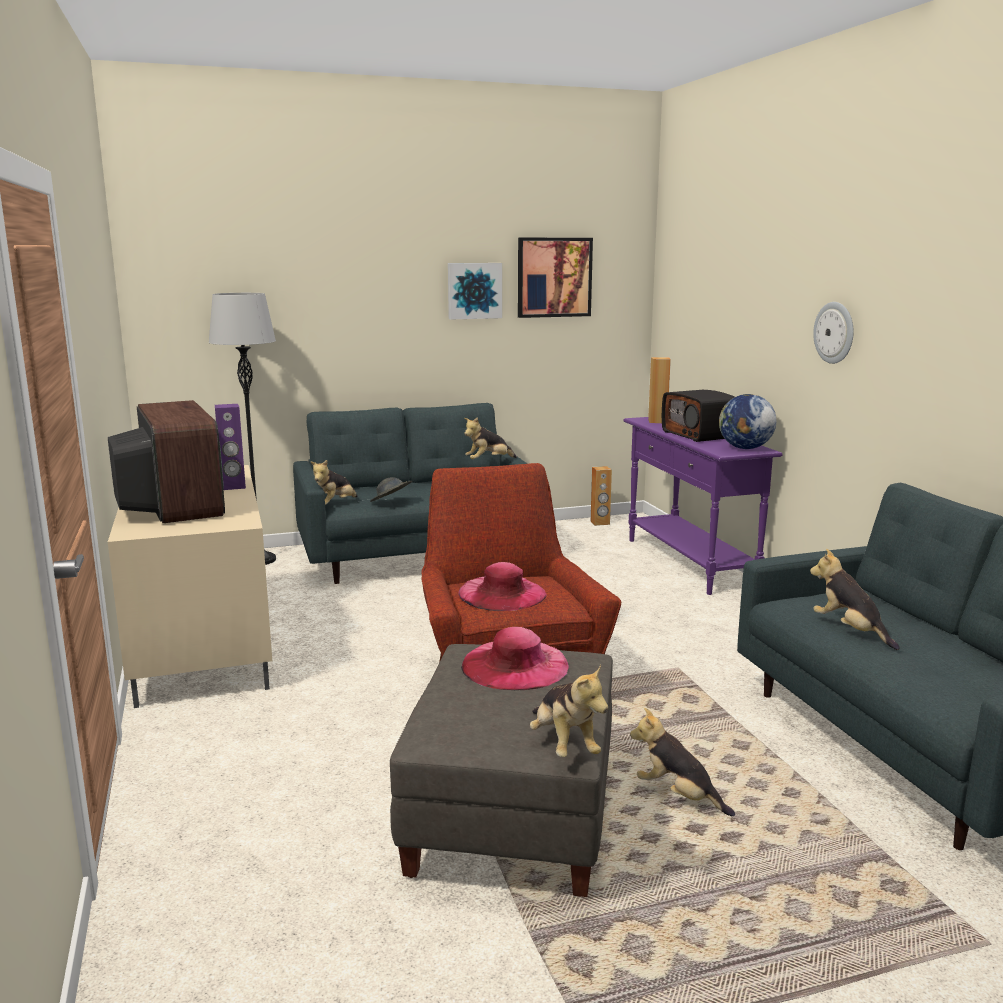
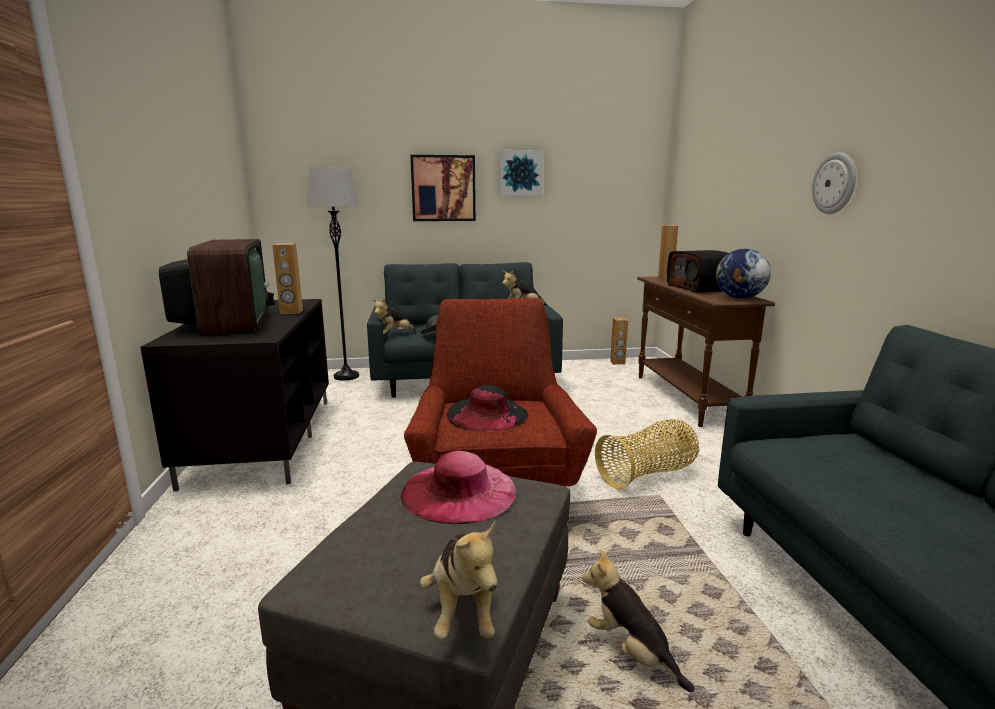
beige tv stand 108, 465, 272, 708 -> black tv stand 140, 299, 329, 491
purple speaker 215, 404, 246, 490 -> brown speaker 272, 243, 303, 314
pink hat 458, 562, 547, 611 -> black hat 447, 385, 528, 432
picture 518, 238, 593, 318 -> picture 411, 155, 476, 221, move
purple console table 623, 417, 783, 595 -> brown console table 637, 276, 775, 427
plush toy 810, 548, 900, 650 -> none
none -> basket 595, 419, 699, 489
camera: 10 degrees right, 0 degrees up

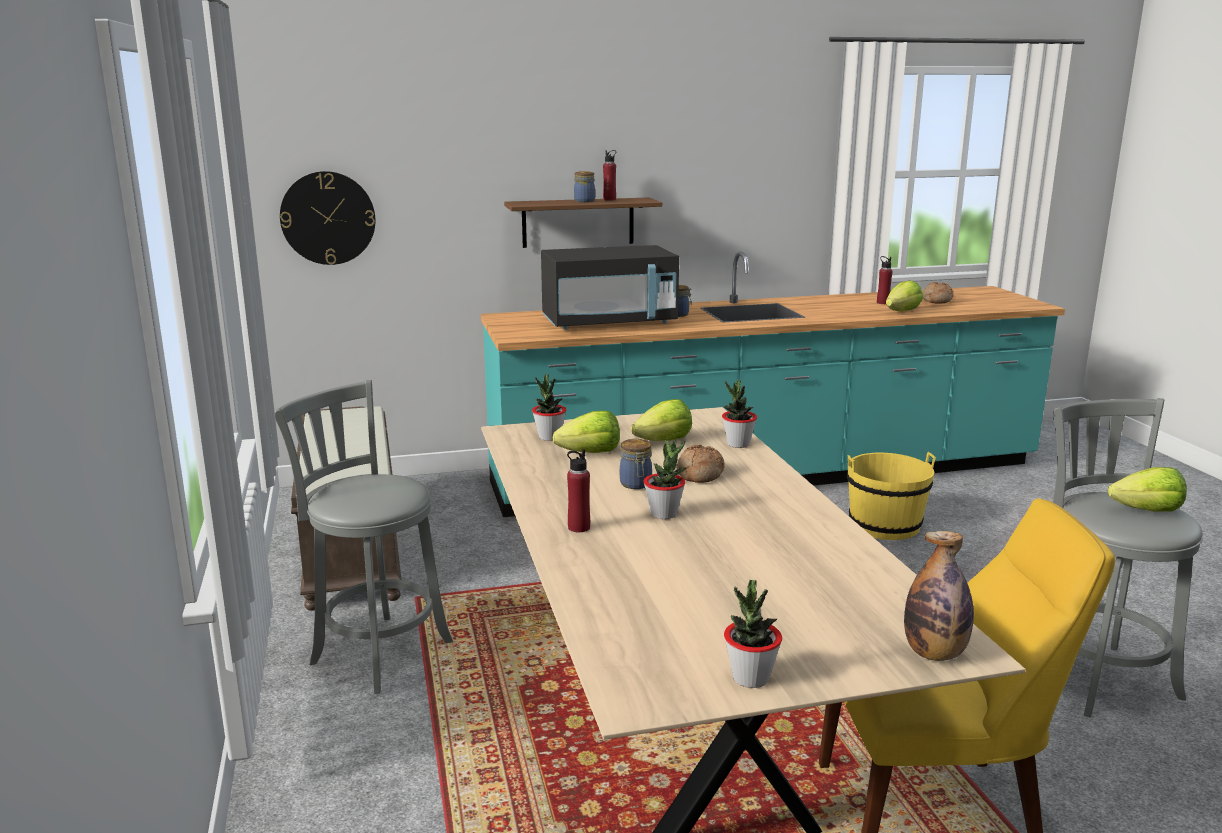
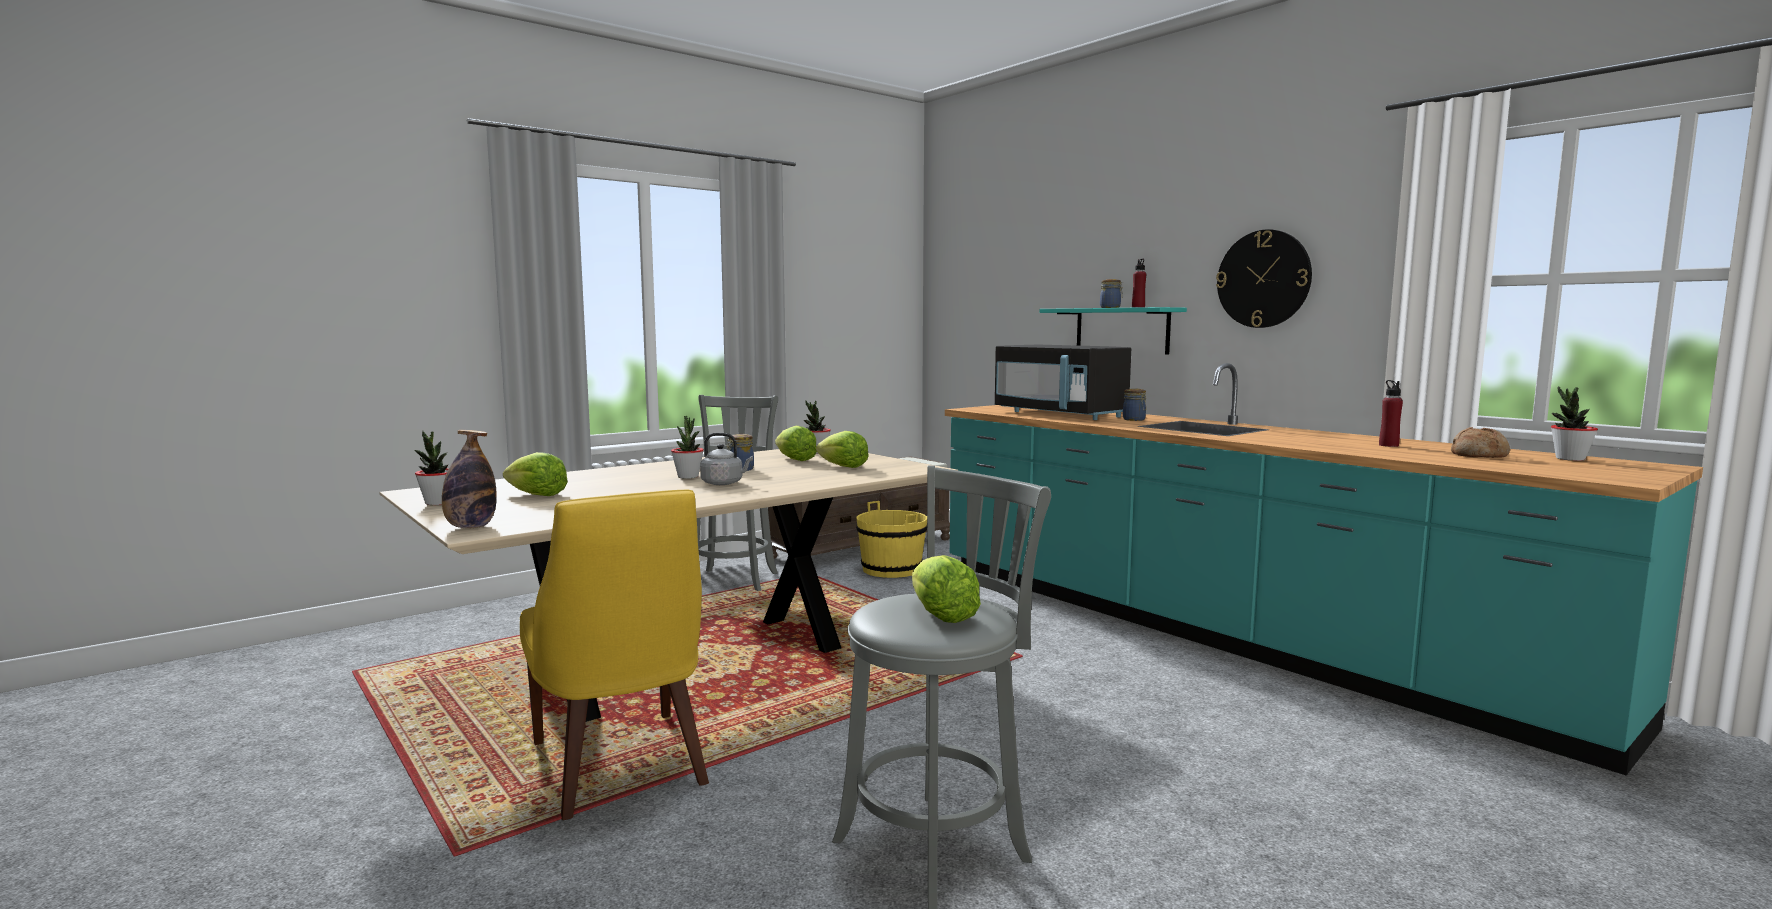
wall clock 280, 171, 375, 265 -> wall clock 1216, 229, 1312, 328, move
brown shelf 504, 197, 662, 248 -> turquoise shelf 1039, 307, 1187, 355
red bottle 567, 449, 590, 532 -> none
bread 677, 445, 725, 483 -> none
potted plant 722, 380, 757, 448 -> potted plant 1551, 386, 1598, 461, move
yellow bucket 847, 452, 936, 540 -> yellow bucket 856, 501, 927, 578, move
lettuce 886, 280, 923, 311 -> lettuce 503, 452, 568, 496, move
none -> grey kettle 700, 433, 753, 485
camera: 65 degrees right, 10 degrees down

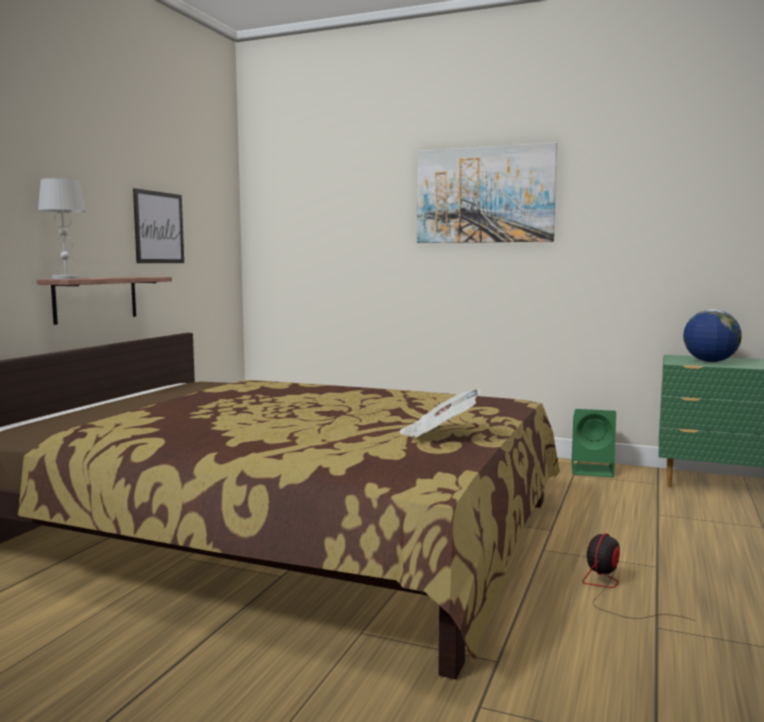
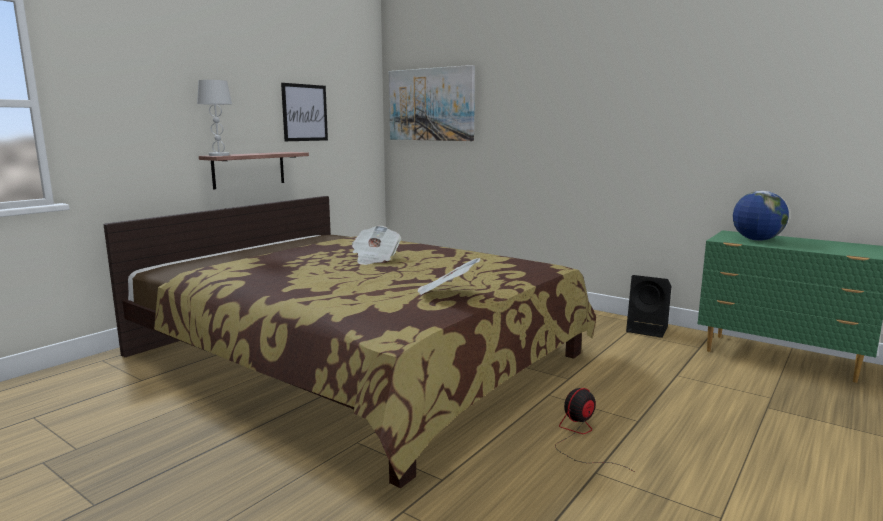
picture 417, 142, 557, 243 -> picture 389, 65, 475, 141, move
green speaker 572, 409, 616, 477 -> black speaker 626, 275, 671, 338
none -> newspaper 351, 226, 402, 265
camera: 15 degrees right, 5 degrees up

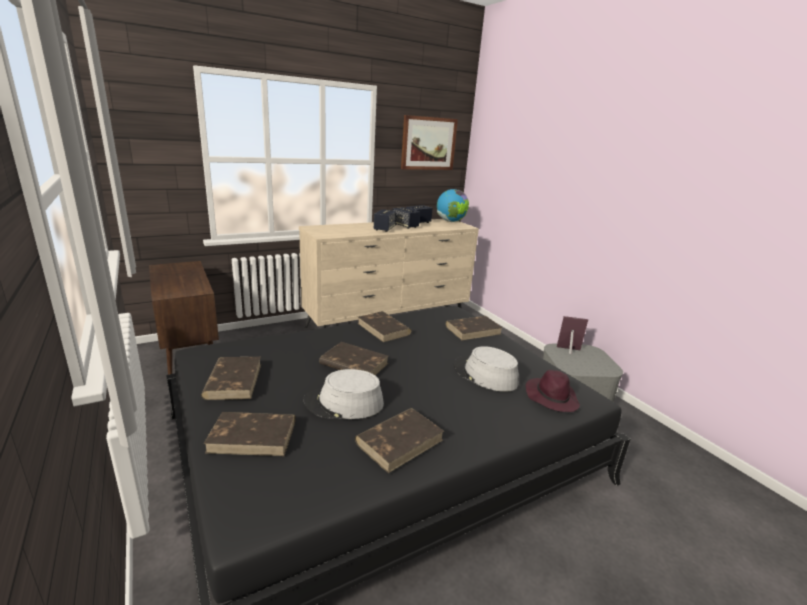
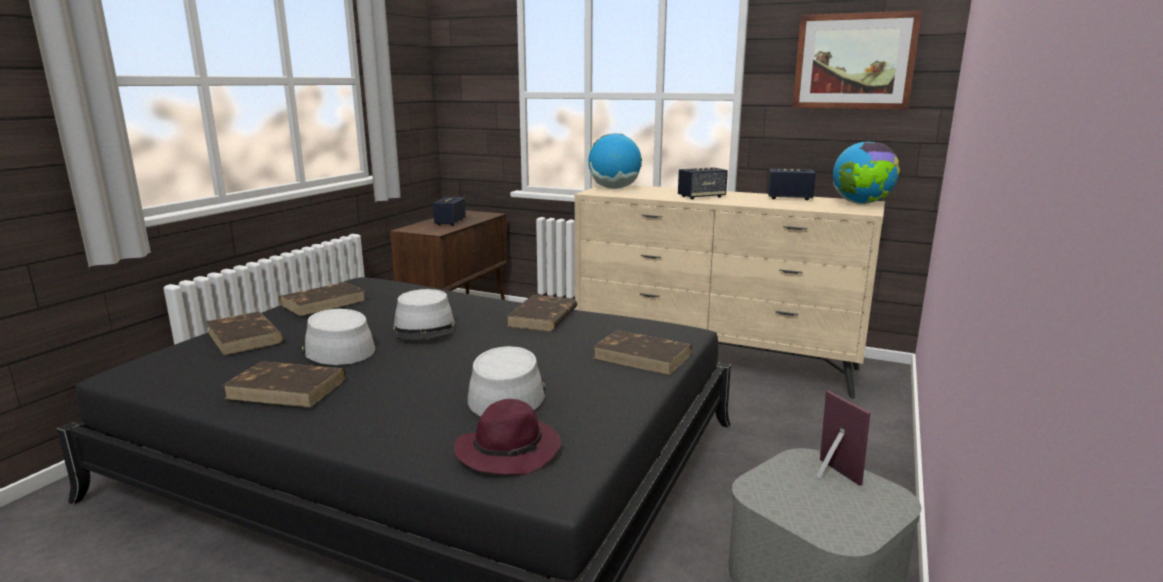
brown book 319, 342, 388, 376 -> grey hat 394, 289, 455, 340
speaker 392, 207, 420, 229 -> speaker 433, 197, 466, 226, move
none -> globe 588, 134, 642, 189
camera: 55 degrees right, 5 degrees down

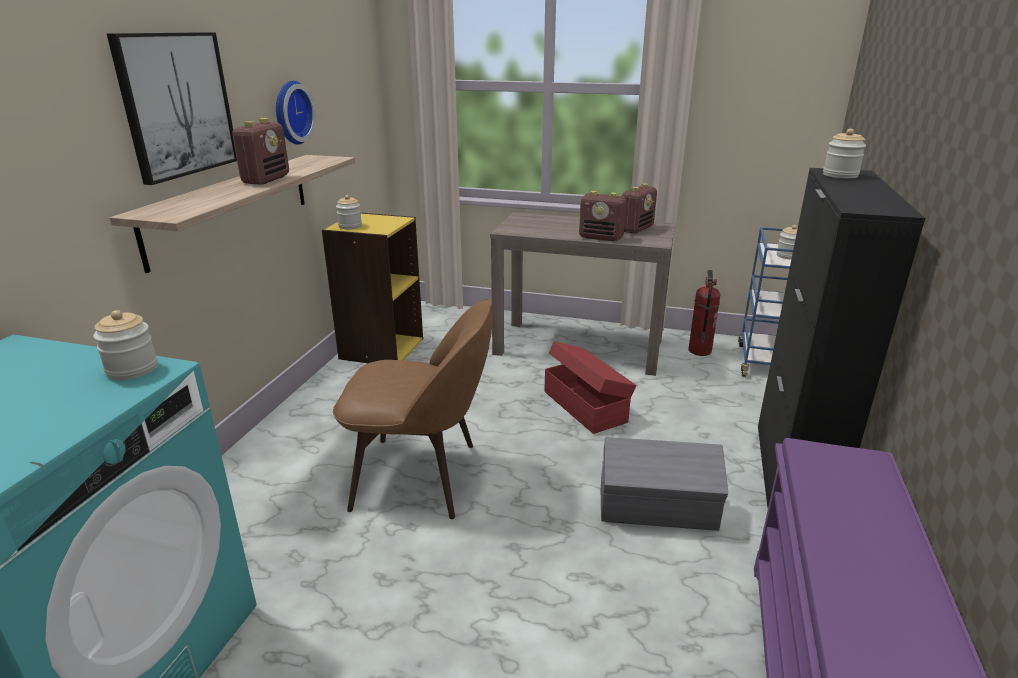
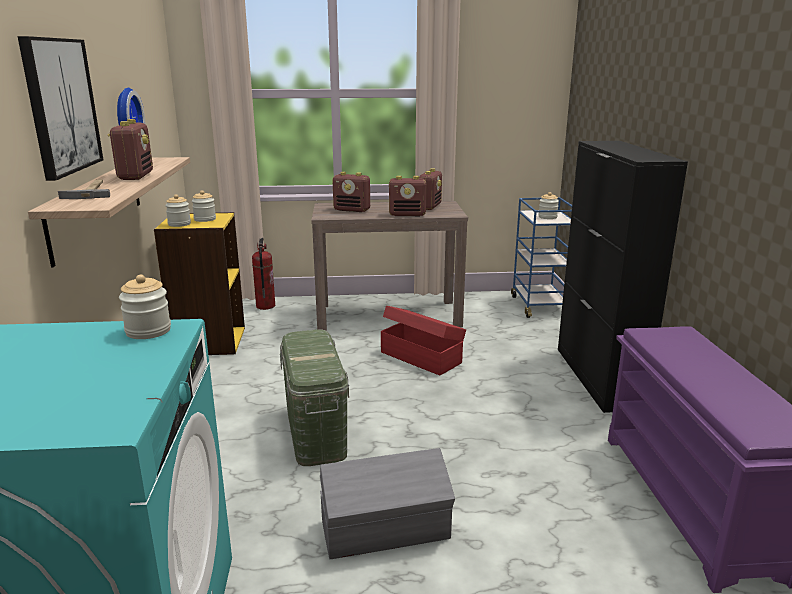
brown chair 333, 299, 493, 519 -> green storage box 280, 329, 349, 466
grey storage box 601, 437, 728, 531 -> grey storage box 320, 448, 455, 559, move
fire extinguisher 688, 270, 721, 356 -> fire extinguisher 252, 238, 275, 310, move
jar 823, 129, 866, 179 -> jar 192, 190, 216, 222, move
none -> hammer 58, 179, 110, 199
none -> radio 332, 172, 370, 212
camera: 20 degrees left, 5 degrees down

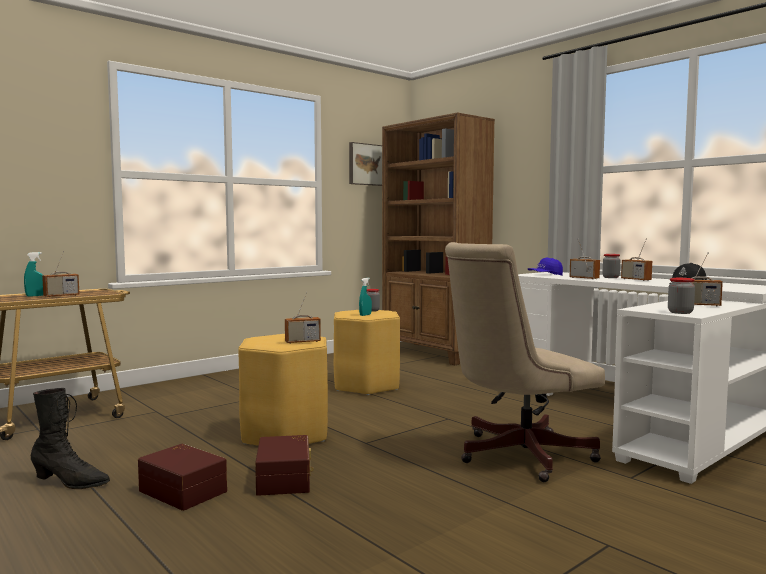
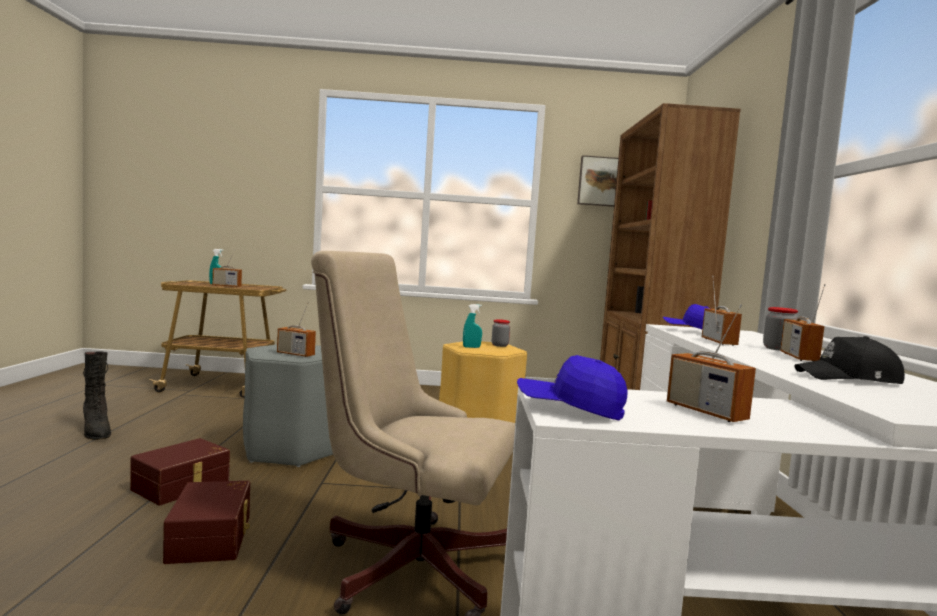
brown storage box 138, 444, 227, 511 -> brown storage box 163, 481, 250, 564, move
yellow stool 238, 334, 328, 446 -> grey stool 243, 345, 333, 467
jar 668, 278, 695, 314 -> blue cap 517, 355, 628, 420
camera: 40 degrees right, 0 degrees up

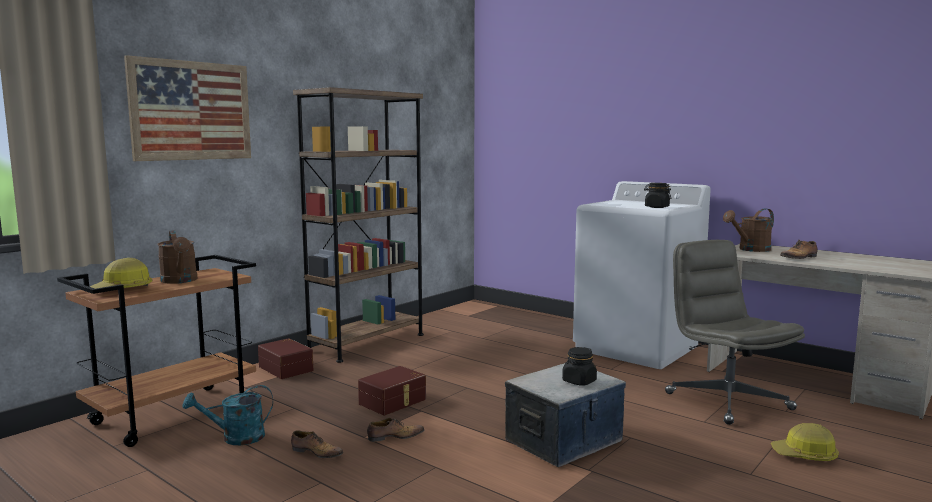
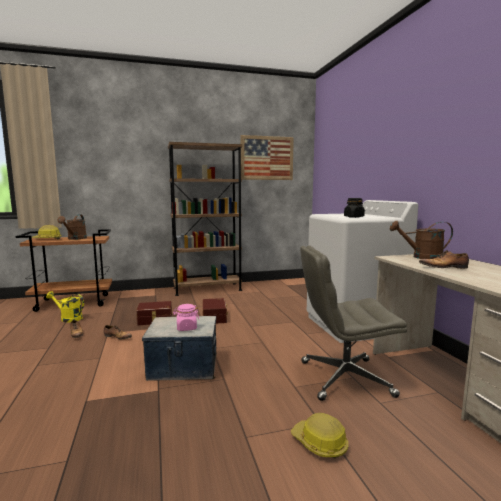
picture 124, 55, 251, 161 -> picture 241, 135, 294, 180, move
turquoise watering can 182, 385, 273, 445 -> yellow watering can 46, 291, 84, 323
brown storage box 258, 338, 313, 379 -> brown storage box 203, 298, 228, 323, move
black jar 562, 347, 597, 386 -> pink jar 173, 304, 199, 331
grey office chair 665, 240, 805, 425 -> grey office chair 300, 245, 407, 401, 105 degrees counterclockwise
camera: 35 degrees right, 0 degrees up

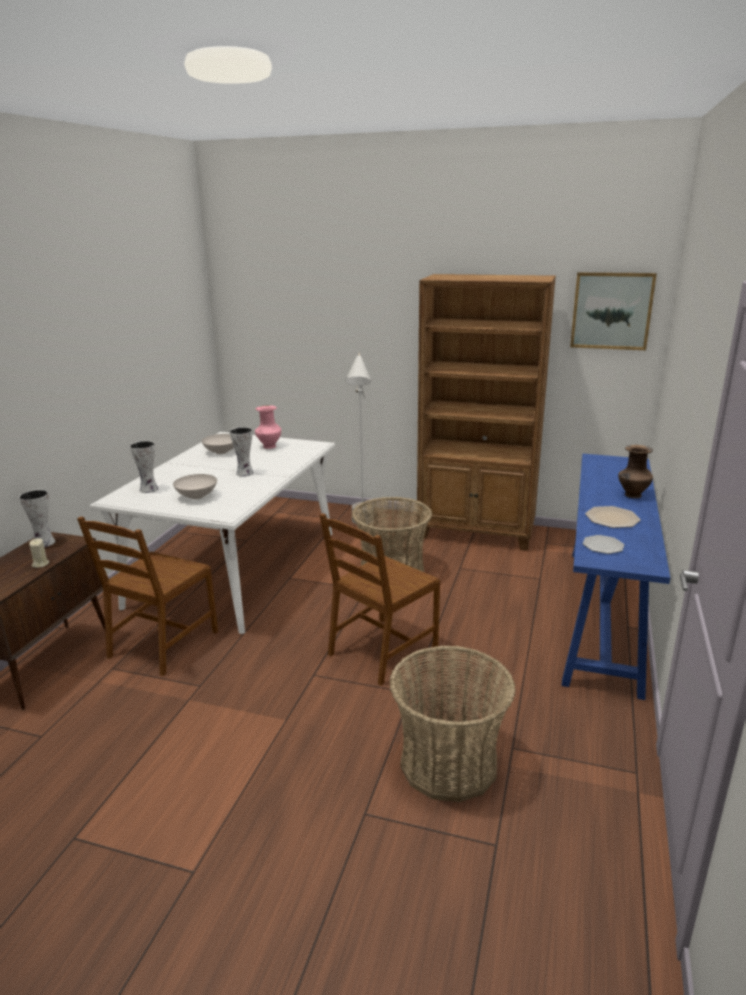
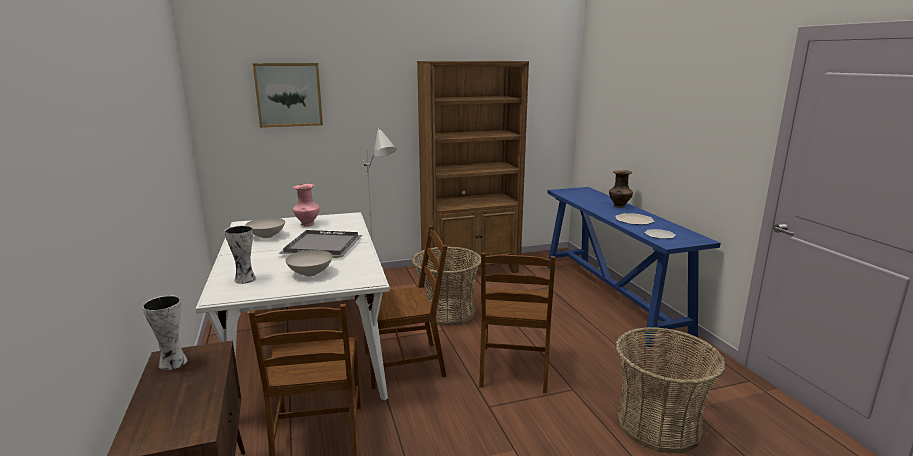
beige candle 29, 538, 49, 568 -> none
vase 230, 427, 254, 477 -> grey tray 278, 230, 362, 258
picture 570, 272, 657, 350 -> picture 253, 63, 323, 128, move
none -> brown chair 364, 225, 447, 389
camera: 35 degrees left, 5 degrees down

